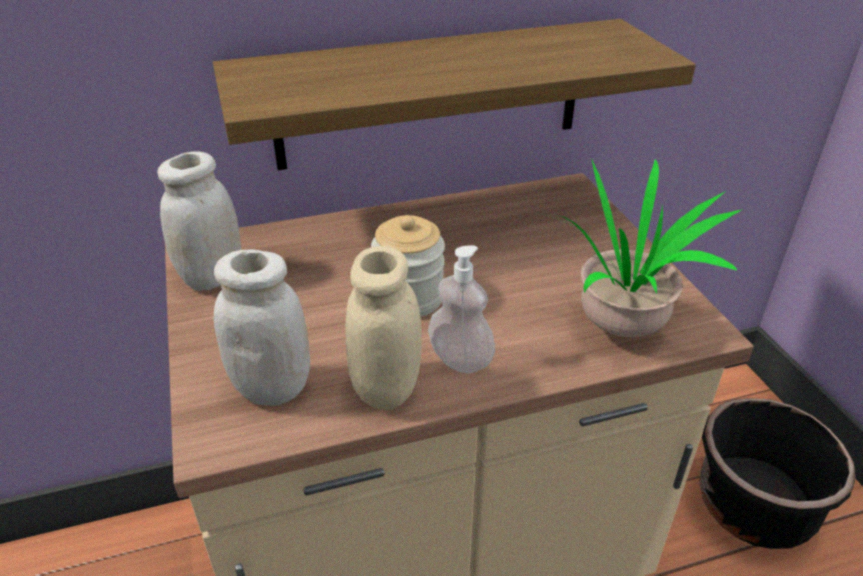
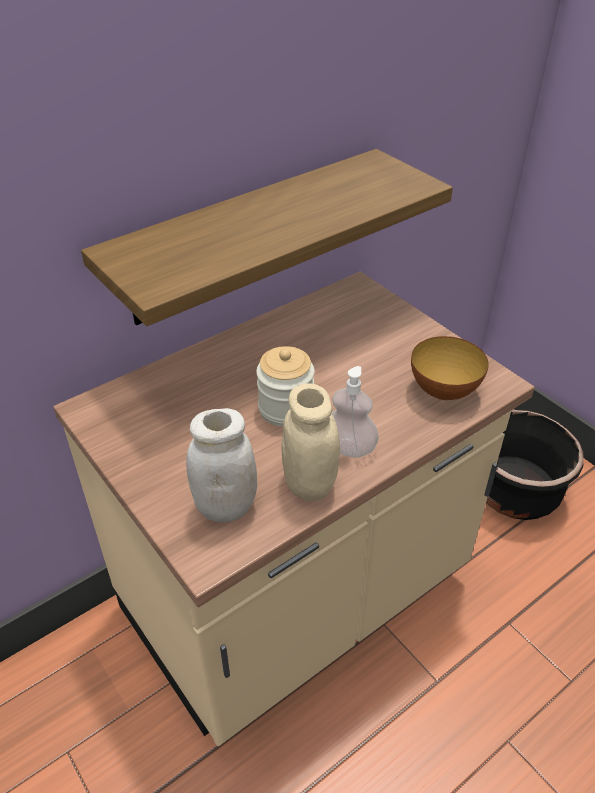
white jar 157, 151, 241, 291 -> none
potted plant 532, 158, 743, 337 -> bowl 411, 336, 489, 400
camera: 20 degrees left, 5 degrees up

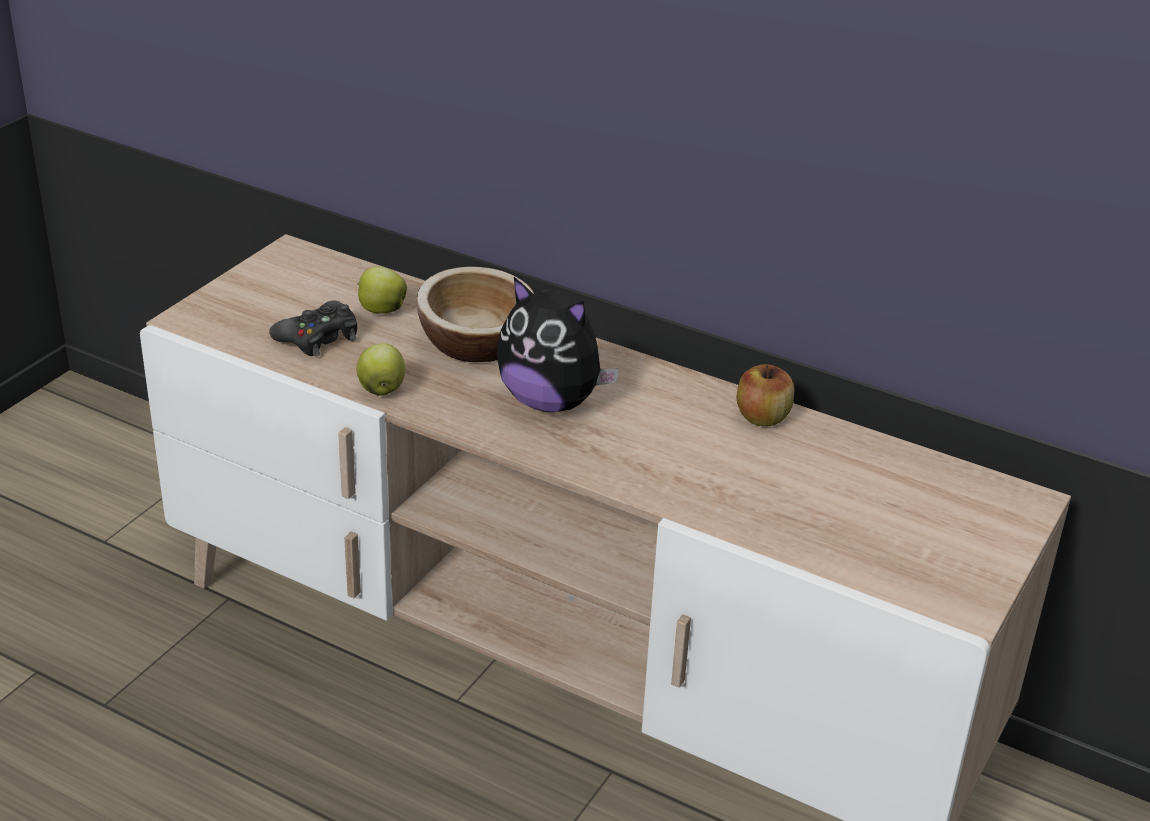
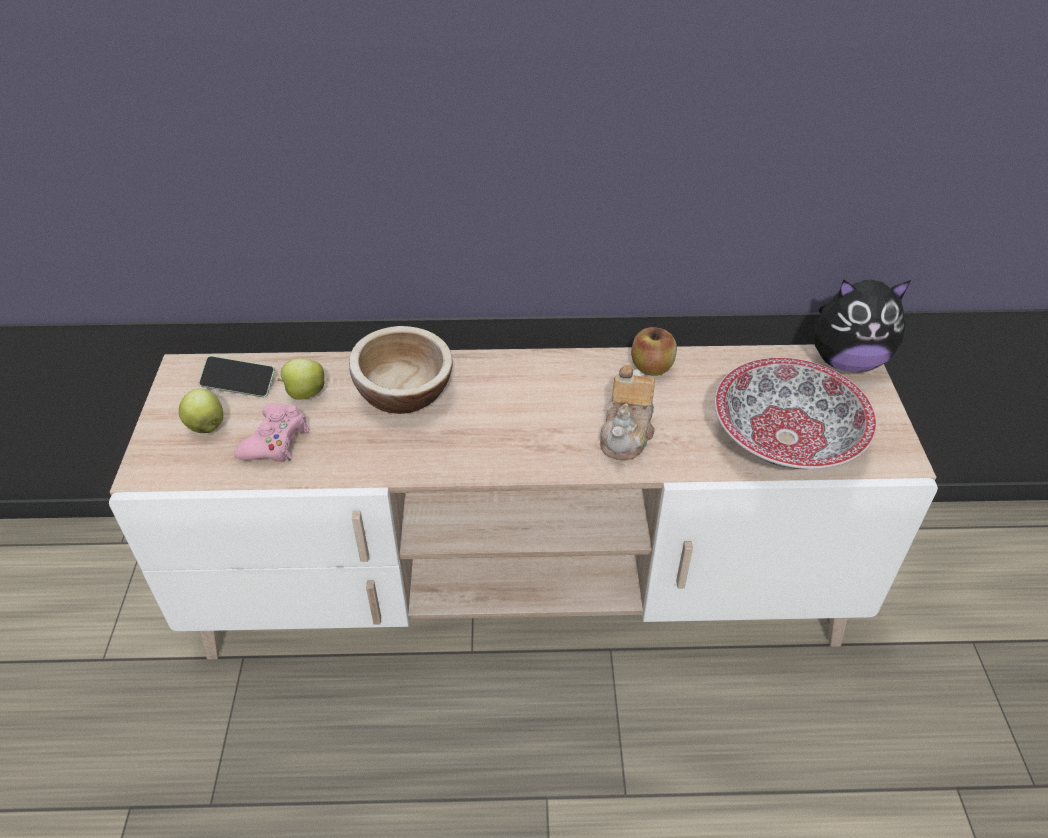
black game controller 269, 300, 357, 357 -> pink game controller 234, 403, 310, 462
apple 357, 343, 405, 396 -> apple 179, 389, 223, 433, move
plush toy 497, 277, 619, 412 -> plush toy 815, 280, 911, 373, move
none -> phone 199, 356, 275, 398
none -> teapot 600, 365, 655, 460
none -> bowl 715, 358, 877, 469
camera: 30 degrees left, 10 degrees up

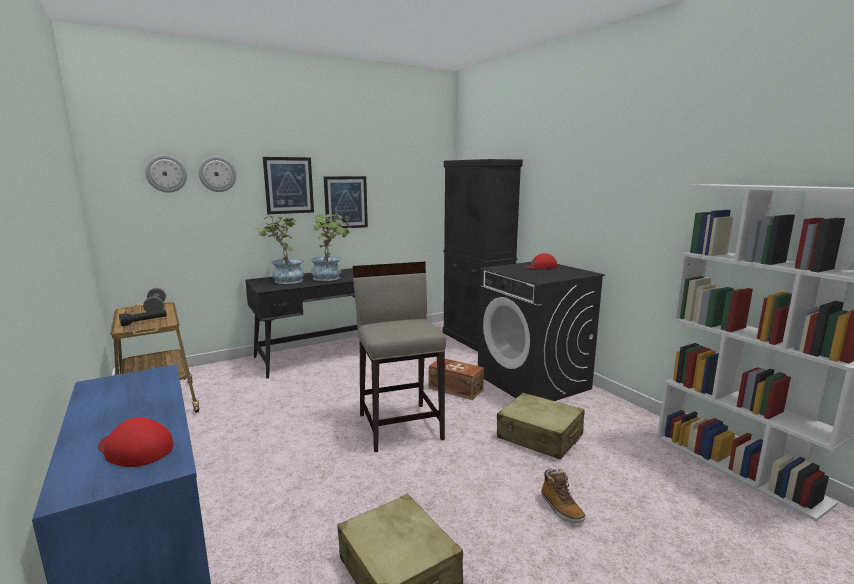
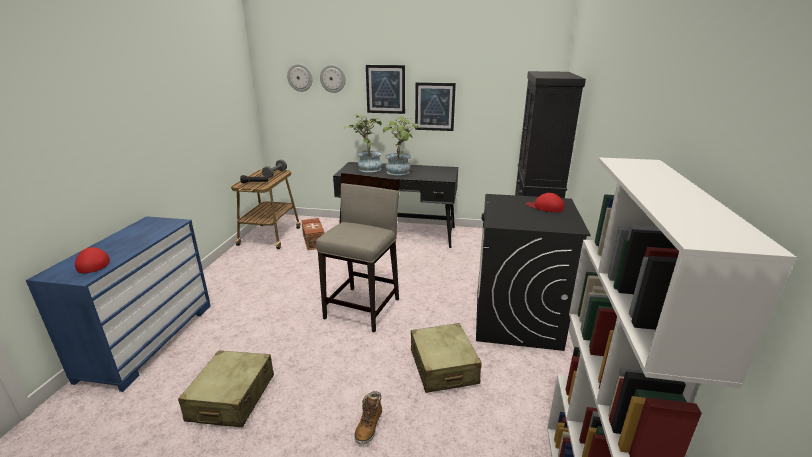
brown storage box 429, 359, 484, 400 -> brown storage box 301, 218, 324, 250, move
camera: 40 degrees right, 10 degrees up

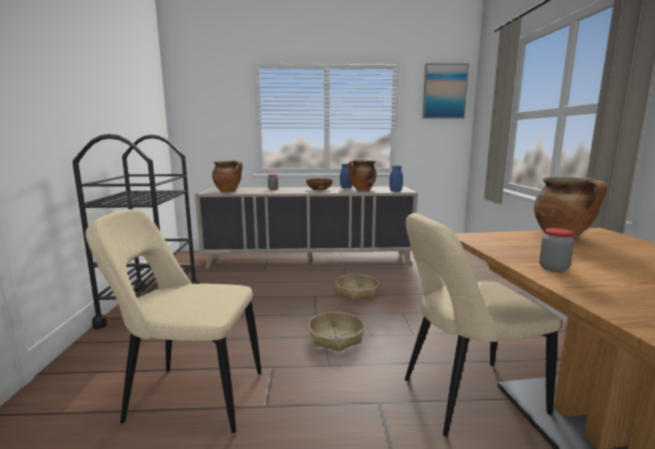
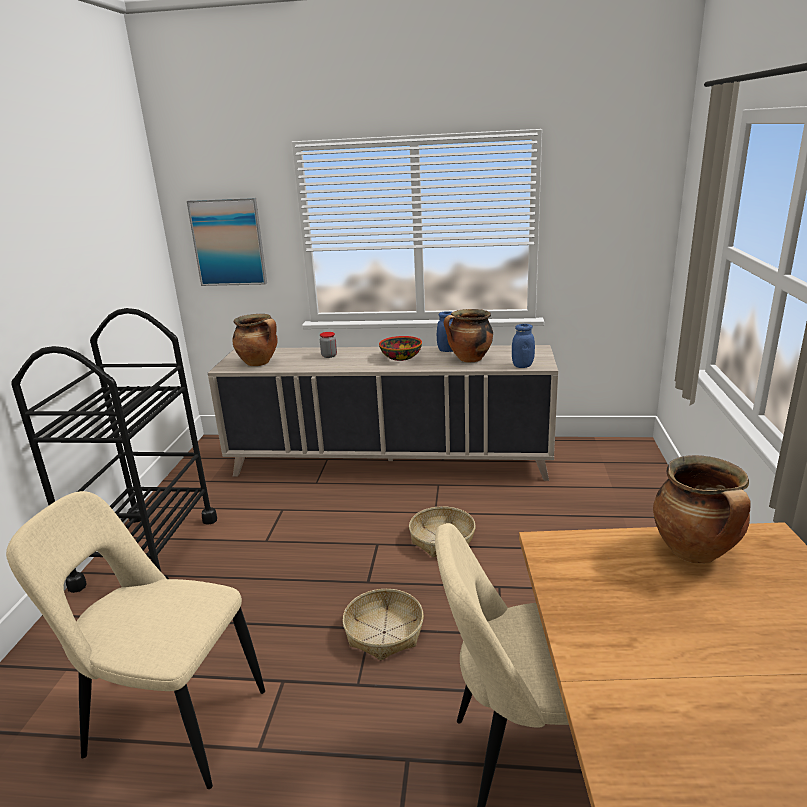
picture 422, 63, 469, 119 -> picture 187, 198, 267, 286, move
jar 539, 228, 574, 272 -> none
camera: 10 degrees right, 10 degrees up

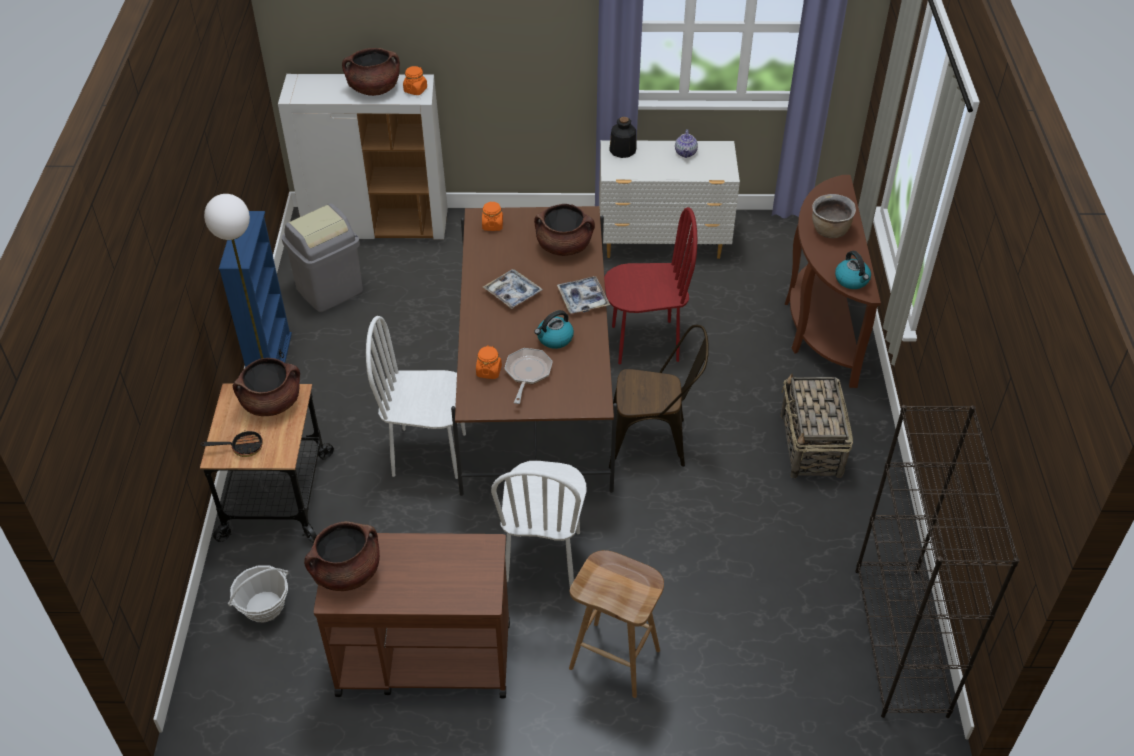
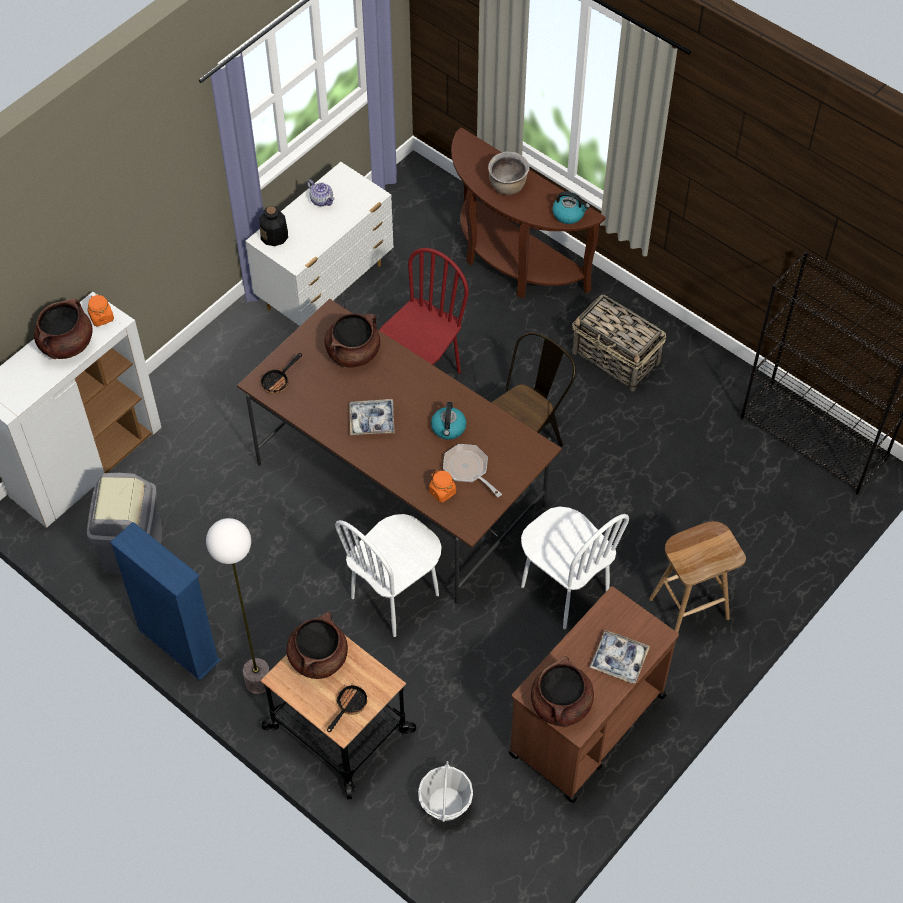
orange jar 482, 201, 503, 231 -> frying pan 261, 353, 302, 394
tray 557, 276, 610, 314 -> tray 589, 630, 650, 684, move
camera: 50 degrees left, 10 degrees up

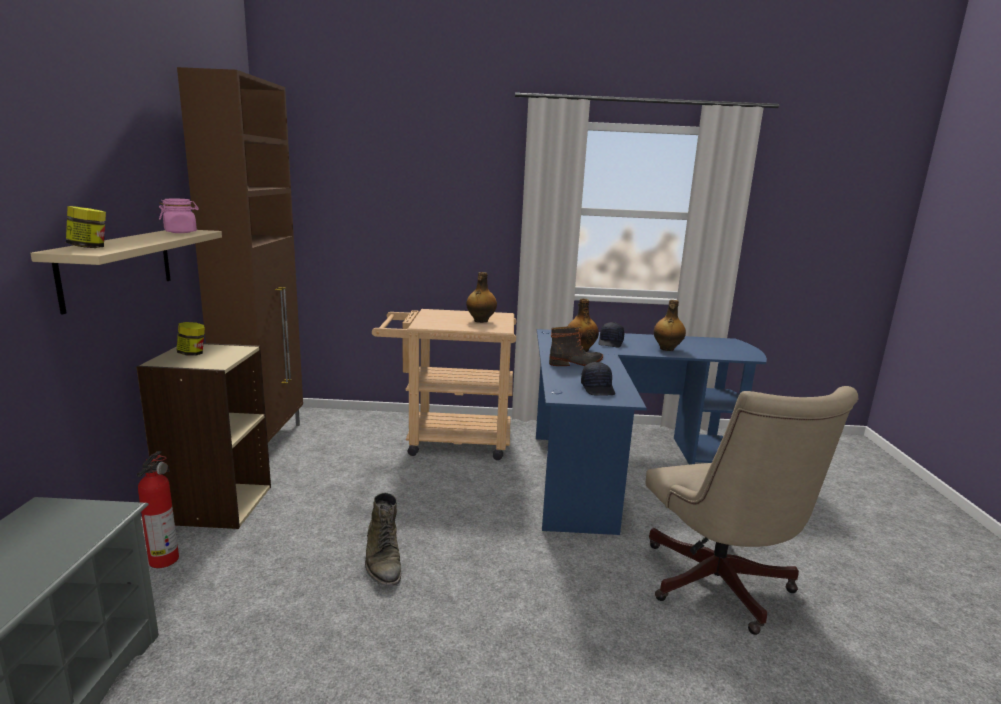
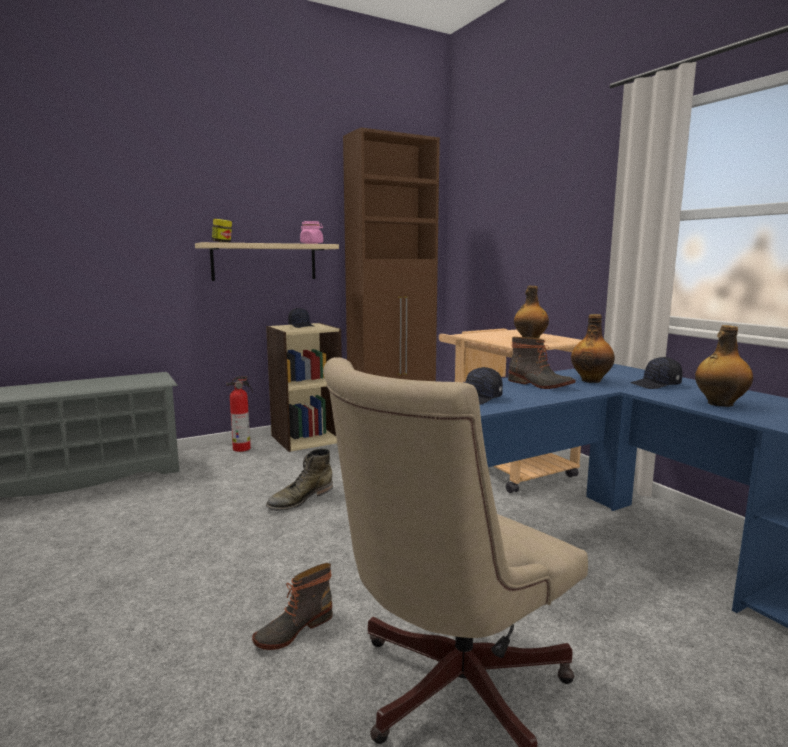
jar 177, 322, 205, 356 -> black cap 288, 308, 313, 328
none -> boot 252, 563, 333, 650
camera: 60 degrees right, 5 degrees down

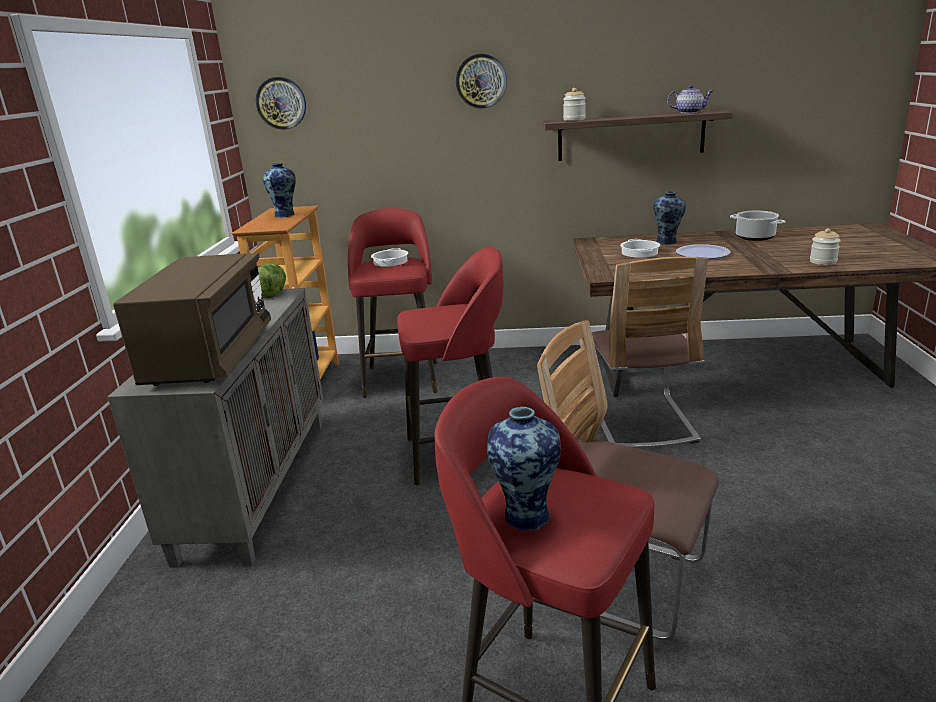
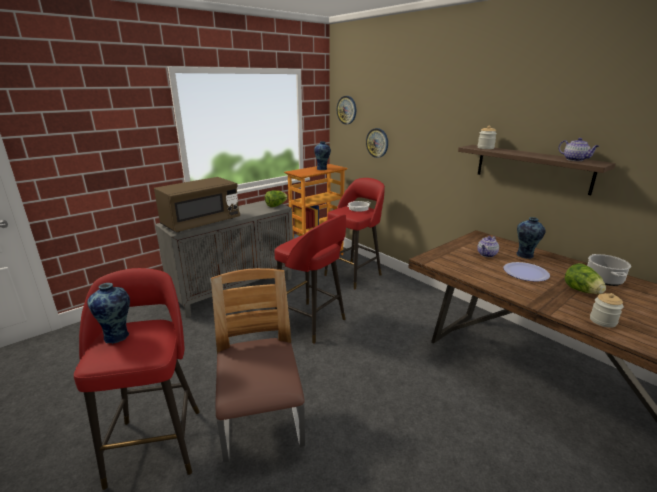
wall clock 456, 54, 507, 109 -> wall clock 366, 128, 388, 158, move
chair 592, 257, 708, 448 -> none
cooking pot 620, 239, 660, 258 -> teapot 477, 236, 499, 257
none -> lettuce 565, 263, 606, 294
camera: 45 degrees right, 0 degrees up

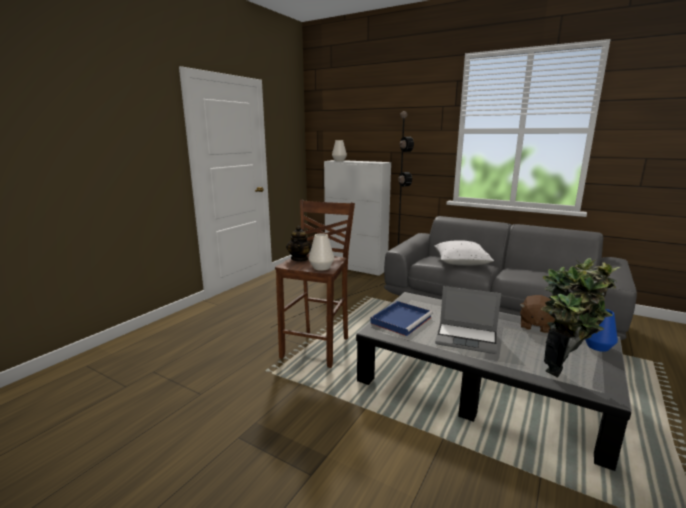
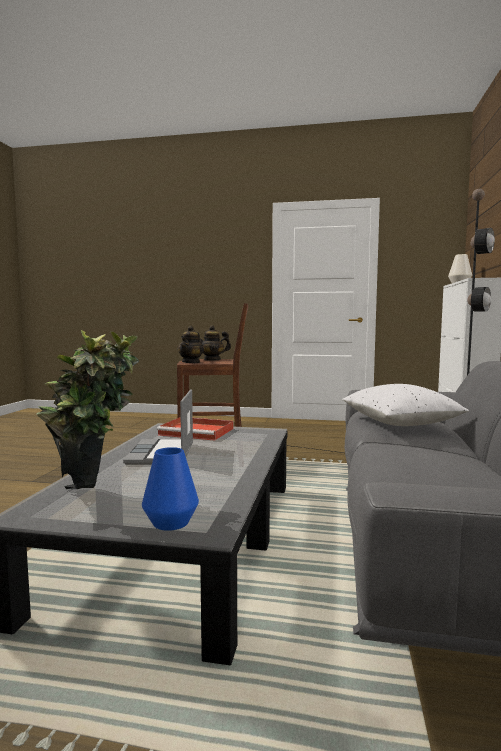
white vase 309, 233, 334, 271 -> teapot 178, 326, 204, 363
blue tray 370, 301, 433, 336 -> red tray 157, 417, 234, 441
brown plush toy 519, 295, 555, 334 -> none
camera: 70 degrees right, 10 degrees down

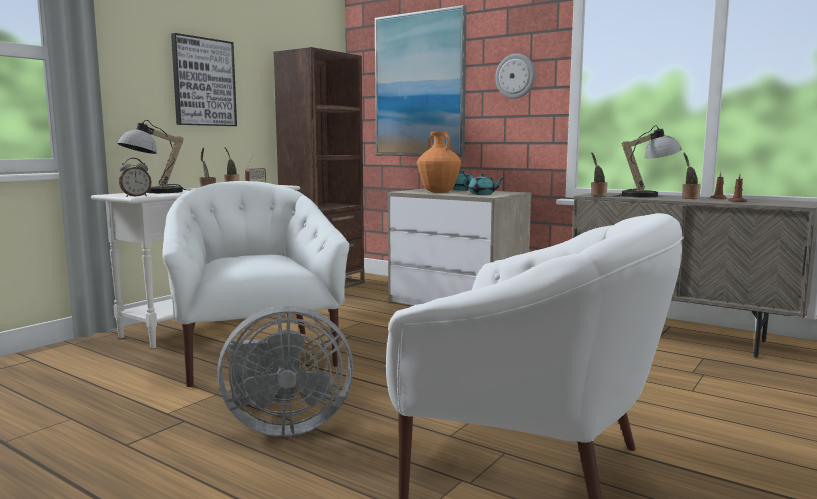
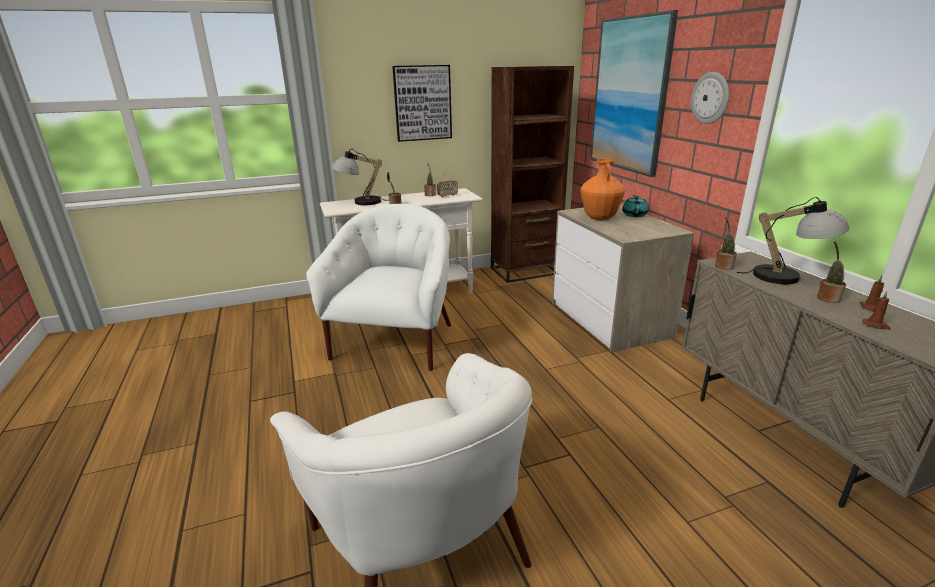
alarm clock 119, 158, 151, 197 -> none
grey fan 217, 305, 353, 437 -> none
turquoise teapot 463, 173, 504, 195 -> none
camera: 35 degrees right, 15 degrees up

